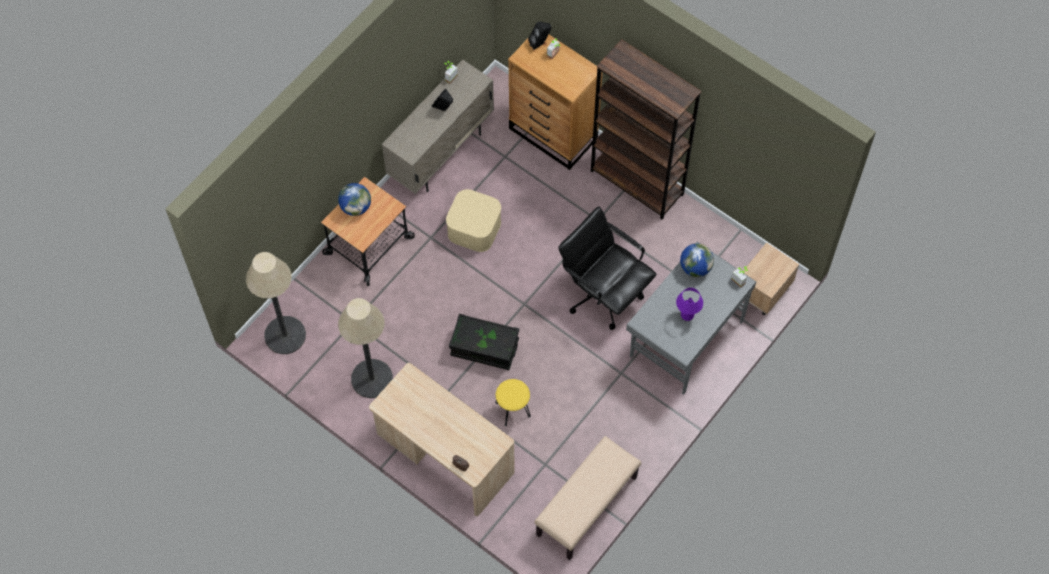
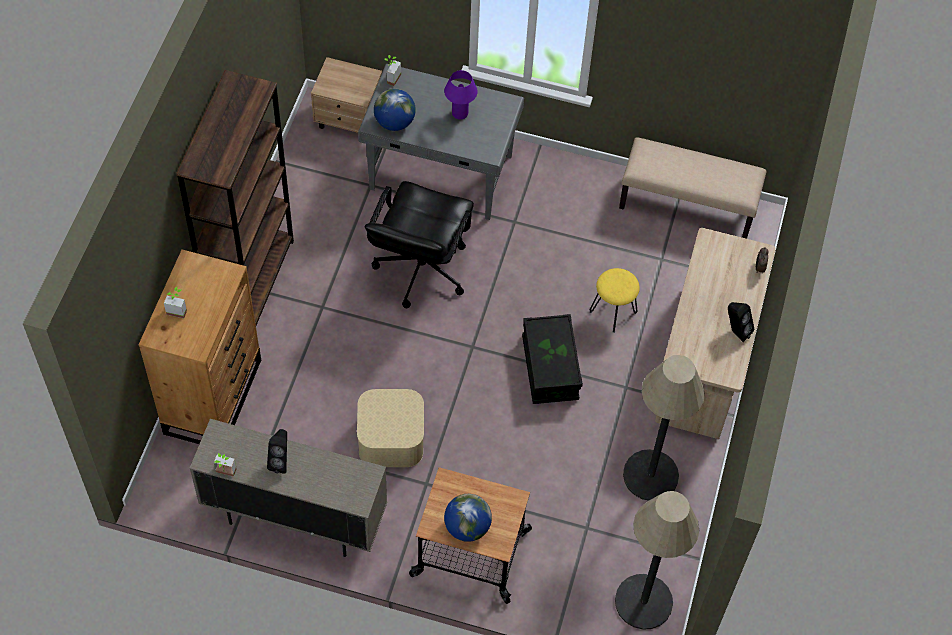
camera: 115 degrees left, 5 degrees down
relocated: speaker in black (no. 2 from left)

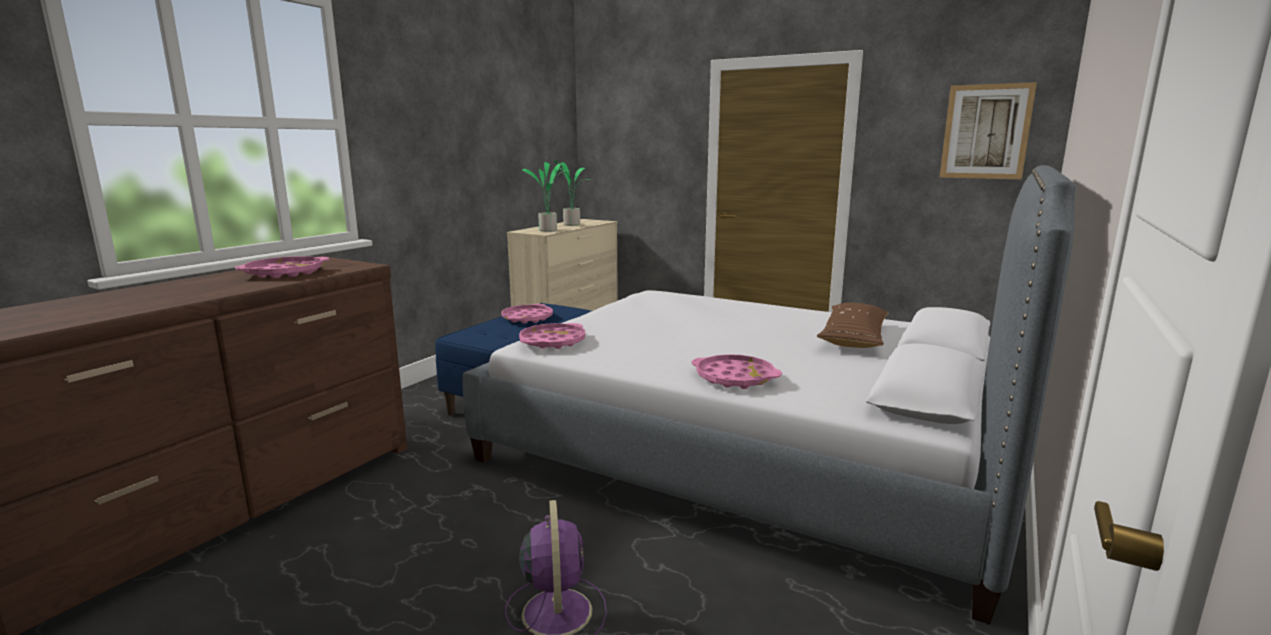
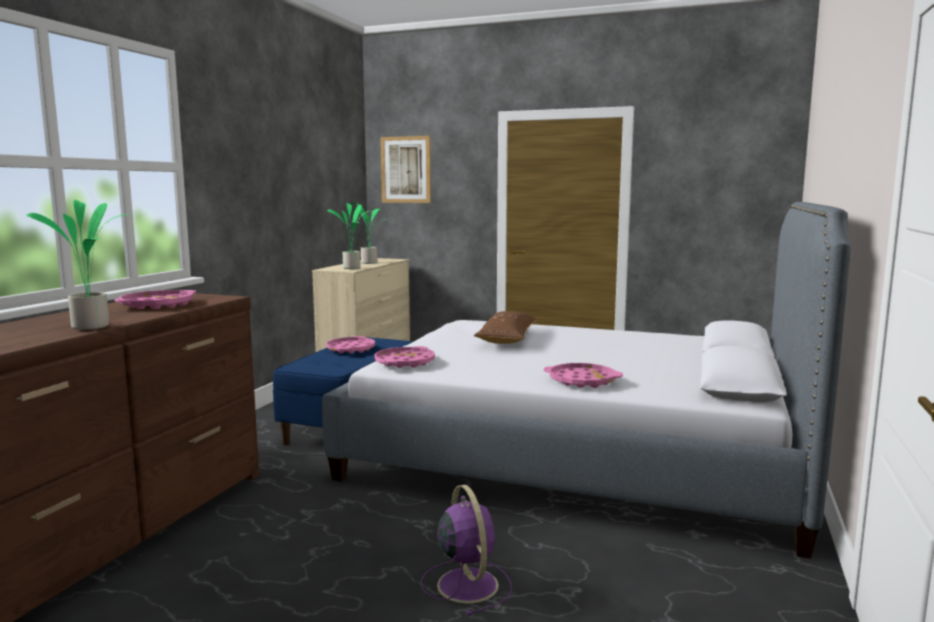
camera: 10 degrees left, 5 degrees down
appeared: potted plant (no. 1 from left)
relocated: pillow in brown; picture

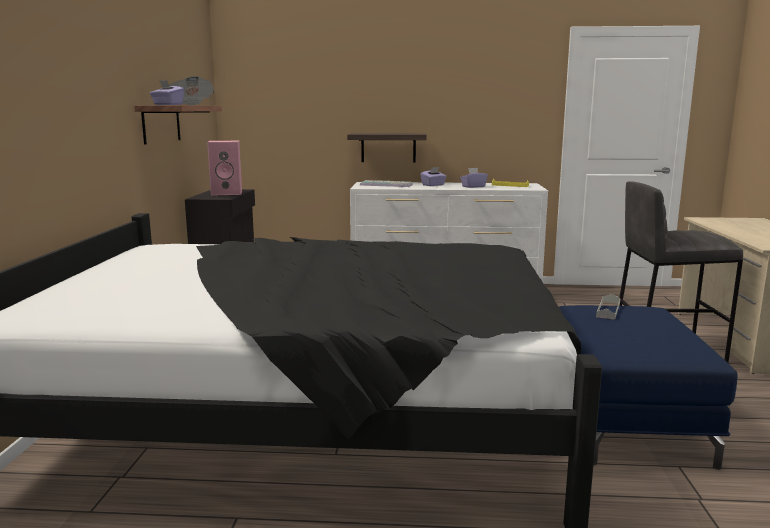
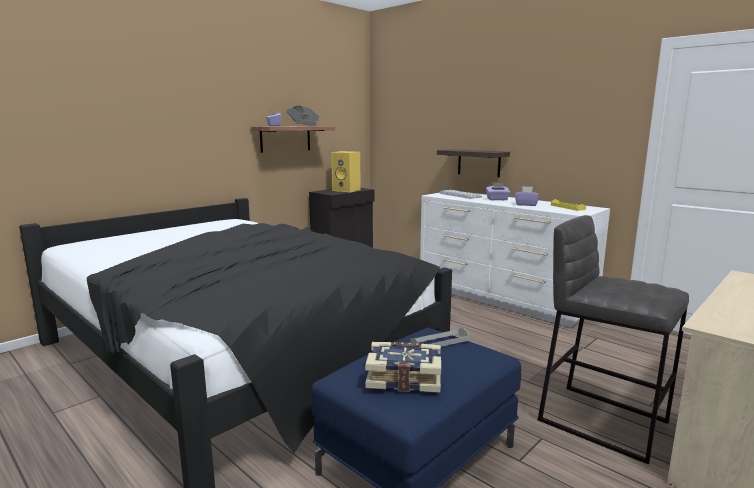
camera: 40 degrees right, 0 degrees up
appeared: book
colour: speaker in pink to speaker in yellow

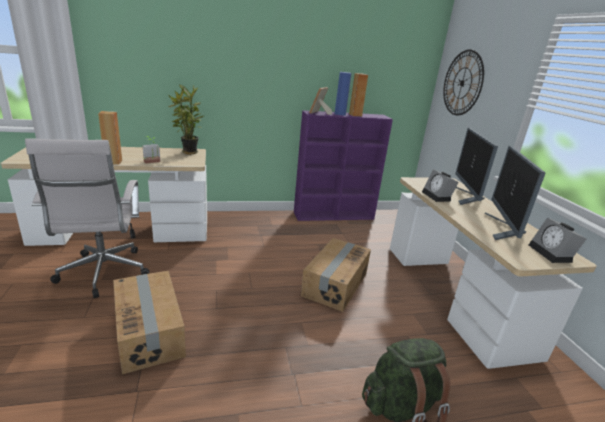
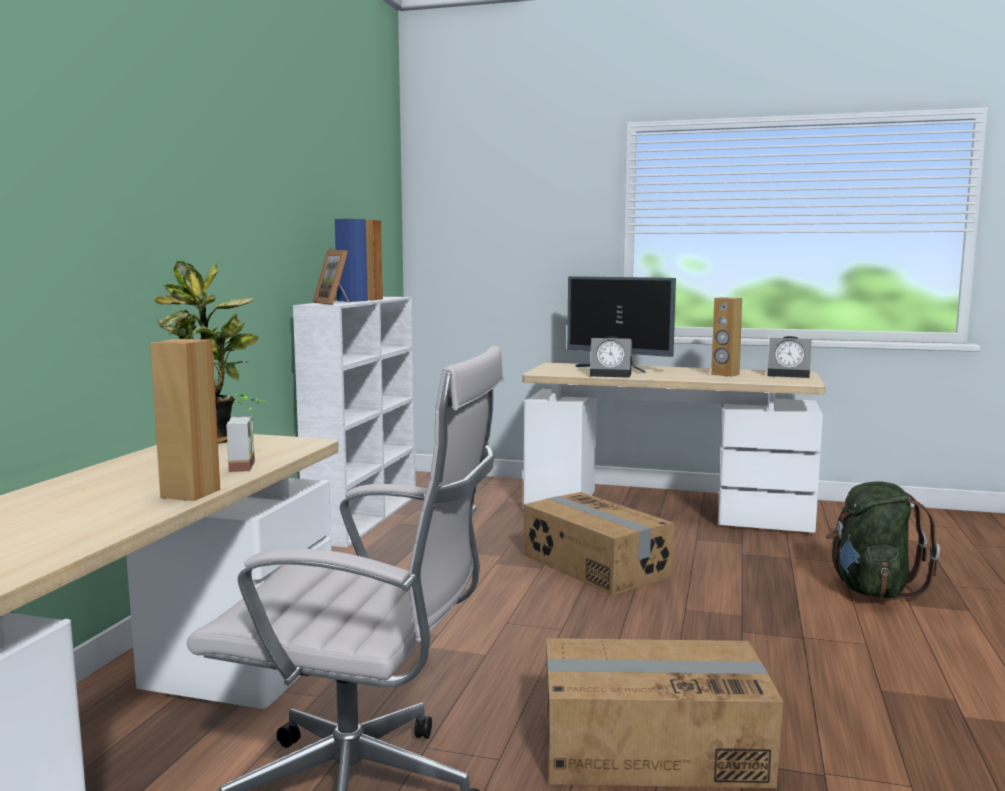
camera: 60 degrees left, 15 degrees down
missing: wall clock
exchanged: monitor (no. 2 from left) to speaker in brown (no. 3 from left)
colour: bookcase in purple to bookcase in white

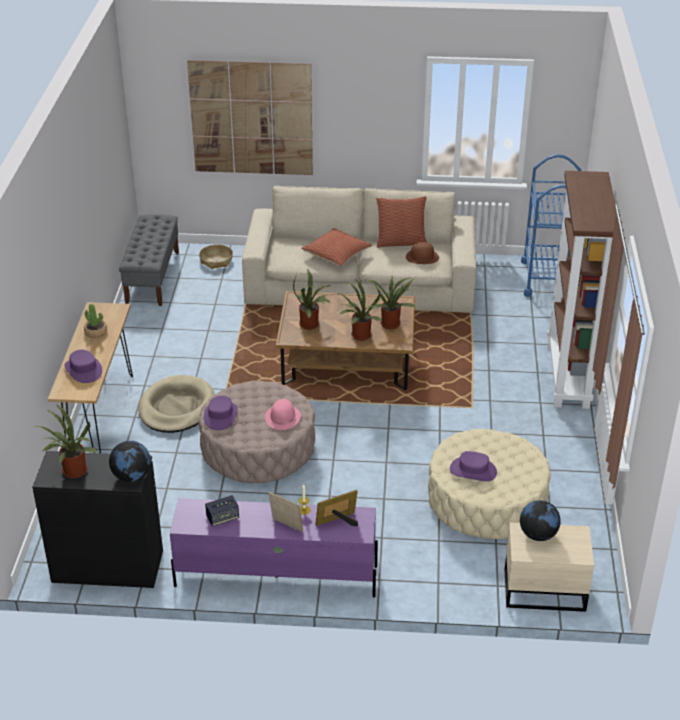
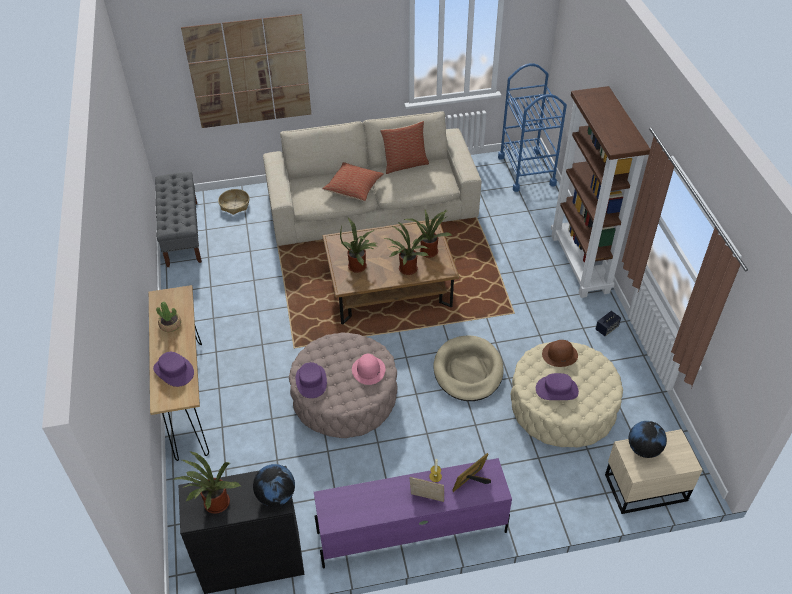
camera: 15 degrees left, 10 degrees up
relocated: dog bed in beige; speaker; hat in brown

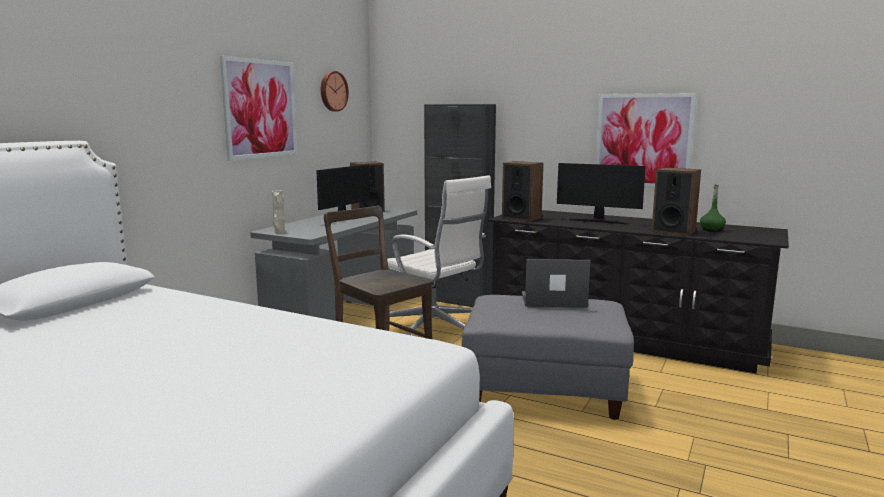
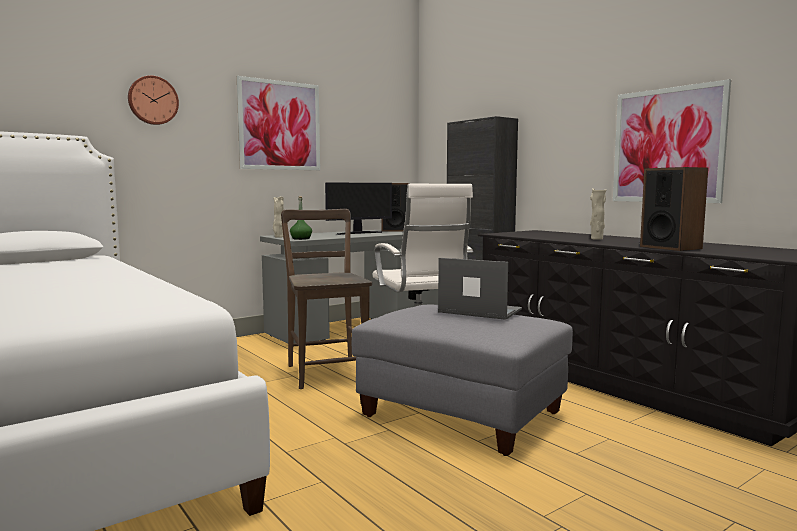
camera: 25 degrees right, 5 degrees down
missing: speaker (no. 2 from left)
relocated: wall clock; bottle in green
exchanged: monitor (no. 2 from left) to vase in beige (no. 2 from left)

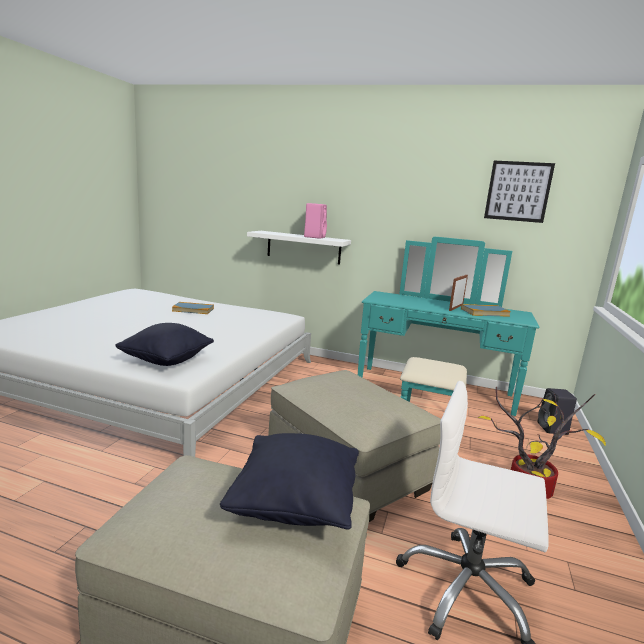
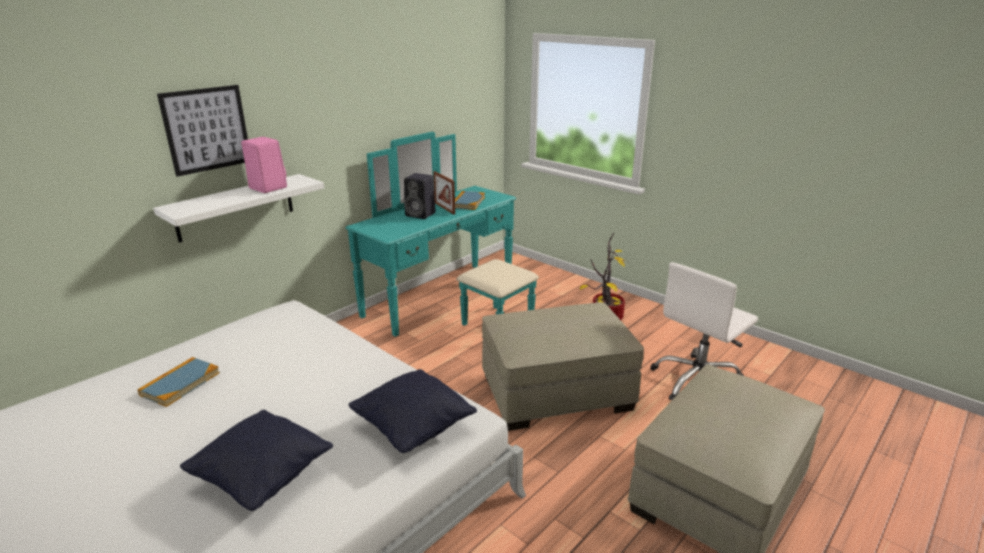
camera: 65 degrees left, 10 degrees up
relocated: pillow in black (no. 2 from left in the first image) to pillow in black (no. 1 from left); picture; speaker in black

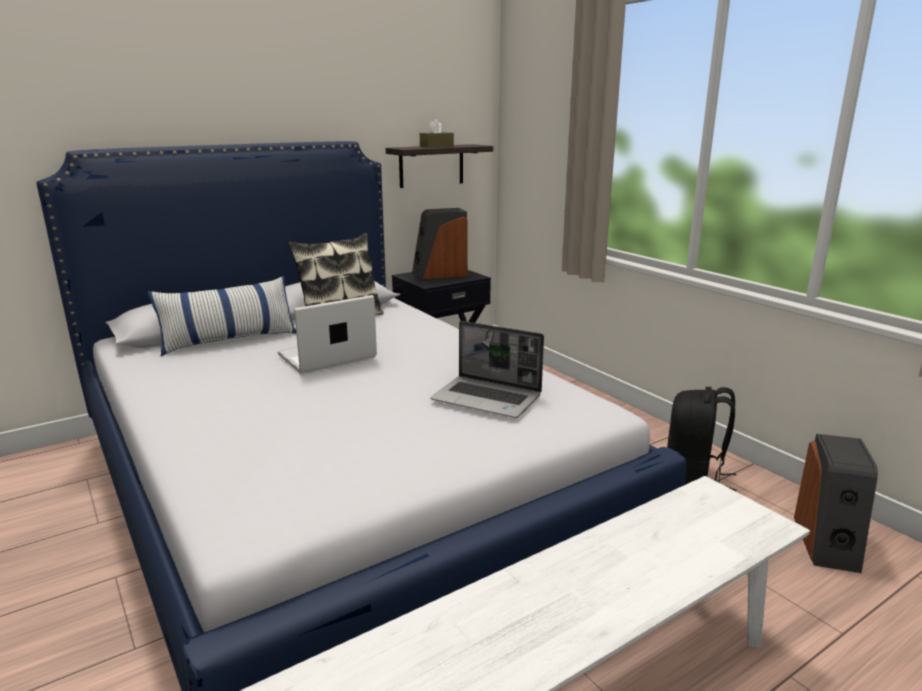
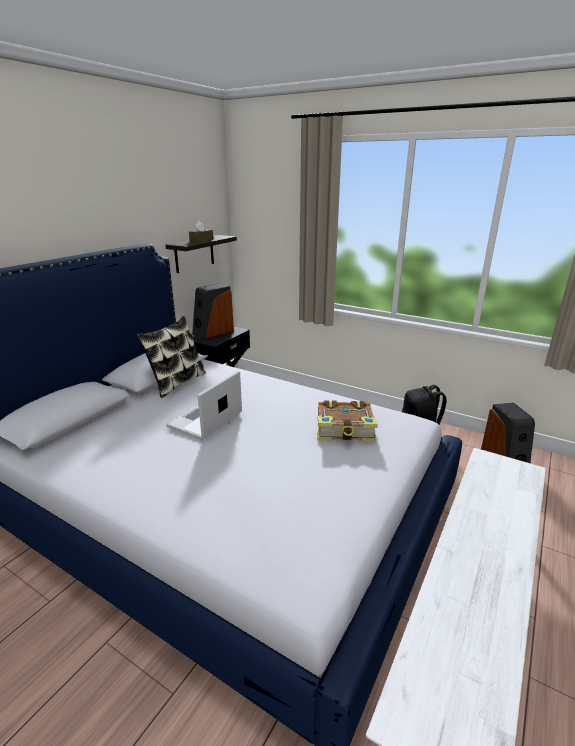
camera: 25 degrees left, 5 degrees up
missing: pillow (no. 1 from left)
exchanged: laptop (no. 2 from left) to book

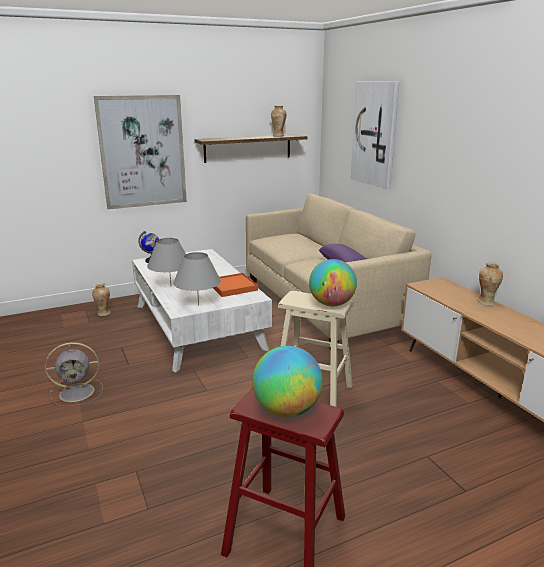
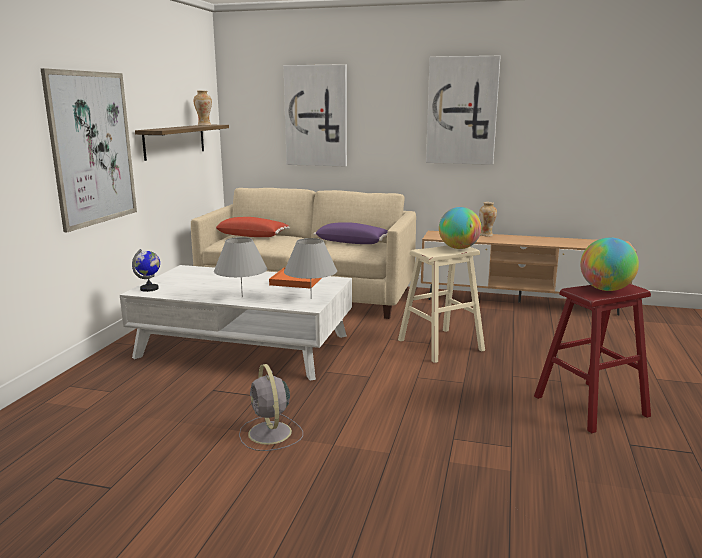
camera: 50 degrees left, 5 degrees down
missing: vase (no. 1 from left)
appeared: pillow in red; picture (no. 3 from left)
spun: fan in grey 135 degrees clockwise

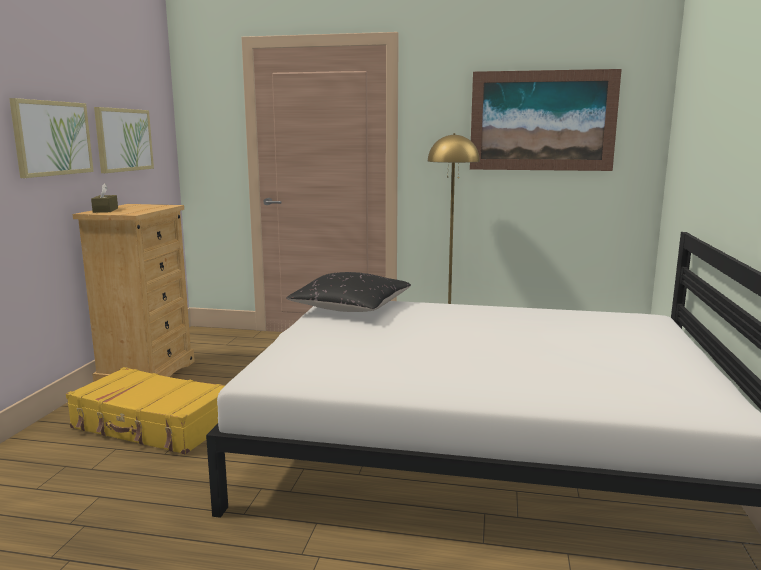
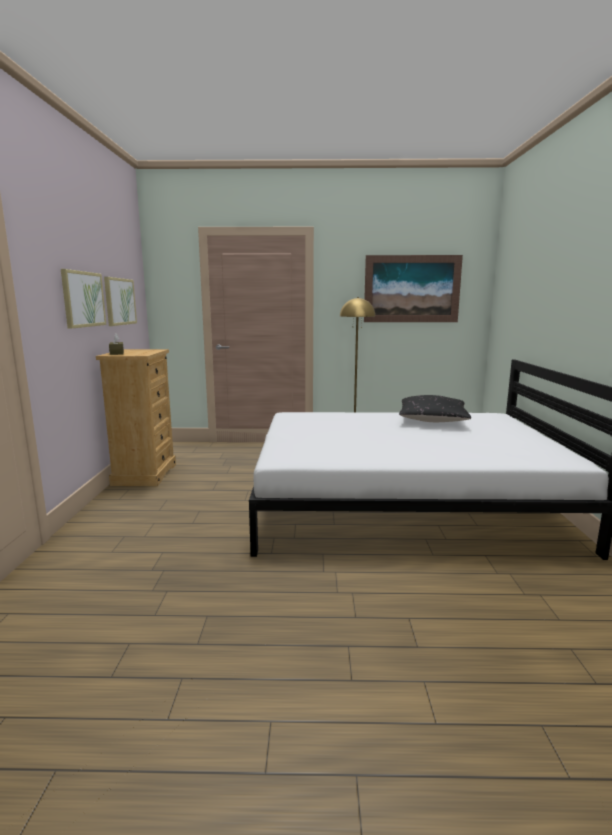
camera: 10 degrees left, 0 degrees up
missing: suitcase in yellow
relocated: pillow in black

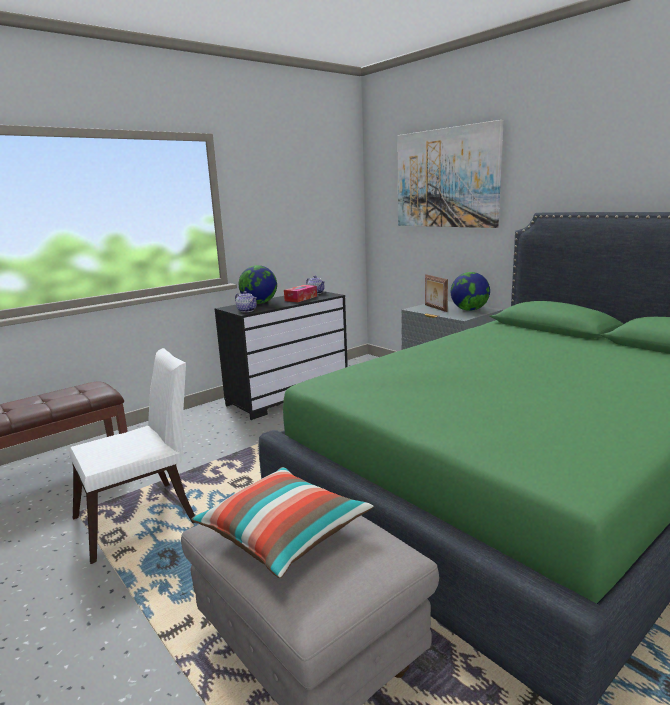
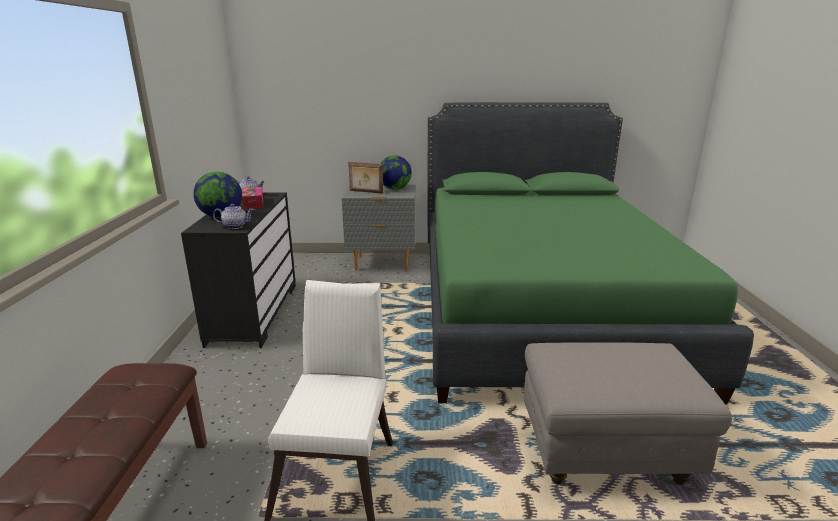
camera: 50 degrees left, 5 degrees up
missing: pillow; picture

